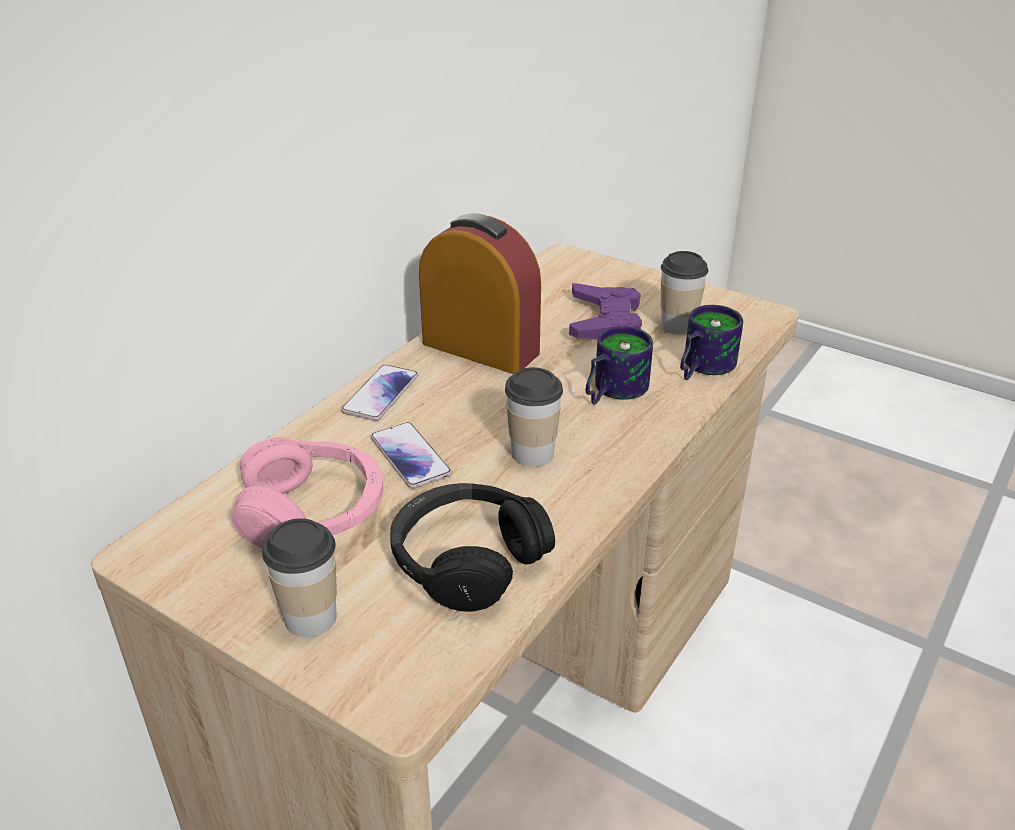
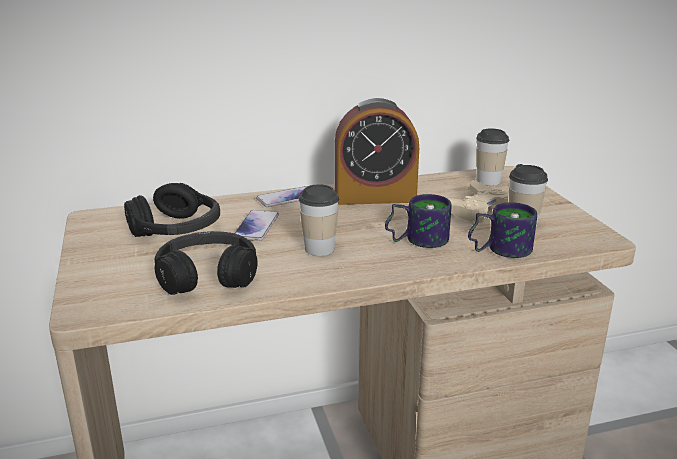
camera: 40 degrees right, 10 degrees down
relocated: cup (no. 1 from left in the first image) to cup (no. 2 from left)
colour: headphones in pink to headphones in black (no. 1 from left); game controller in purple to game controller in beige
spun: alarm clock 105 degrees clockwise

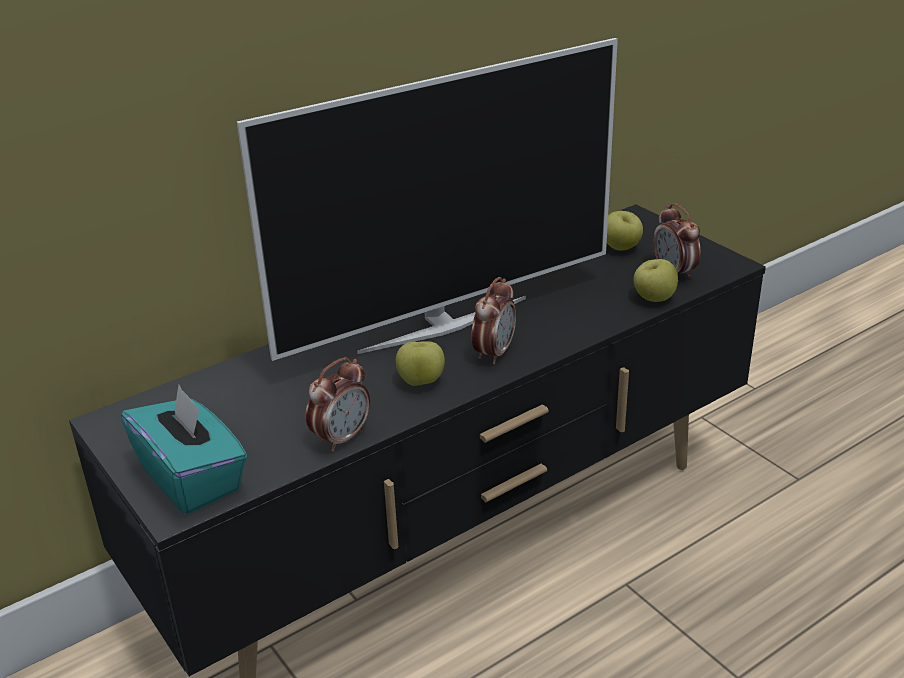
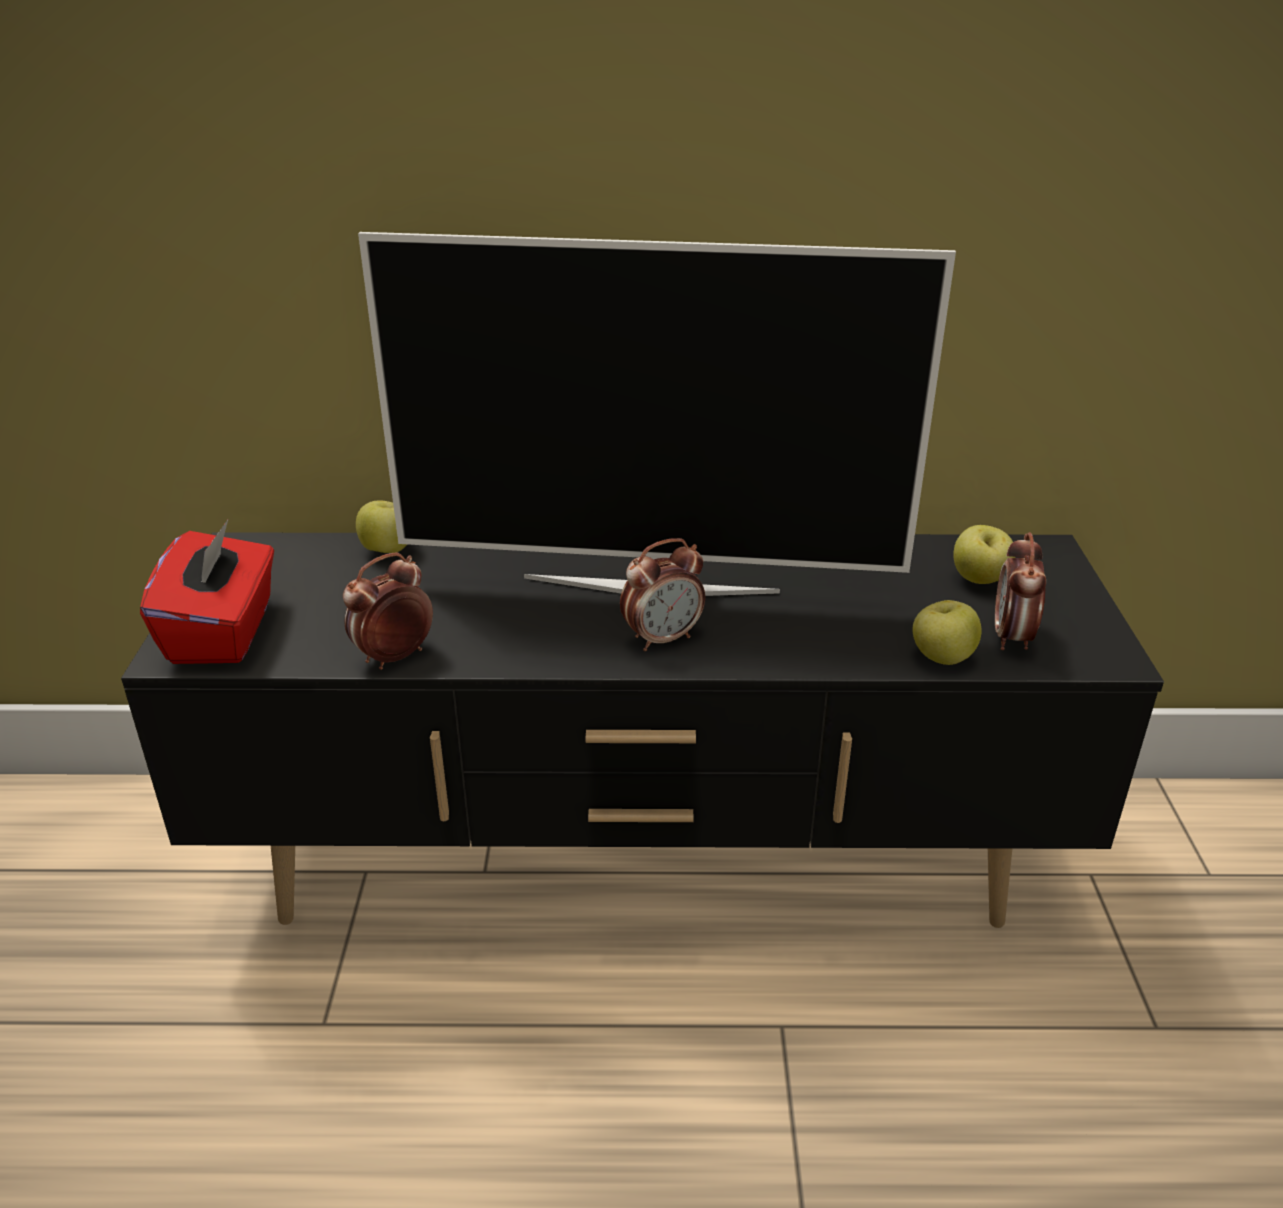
camera: 35 degrees right, 0 degrees up
relocated: apple (no. 1 from left)
colour: tissue box in turquoise to tissue box in red
spun: alarm clock (no. 1 from left) 150 degrees clockwise

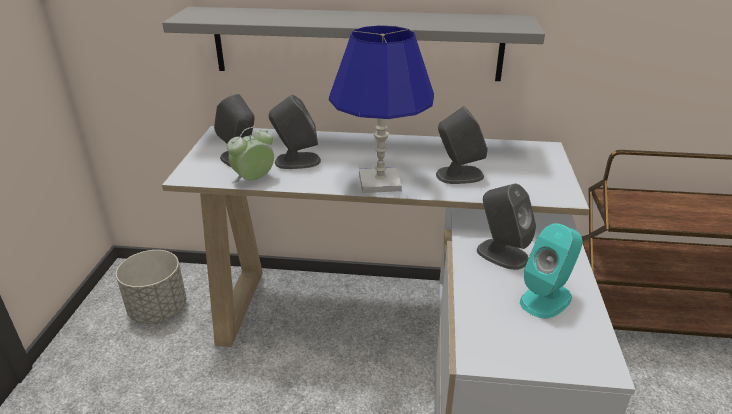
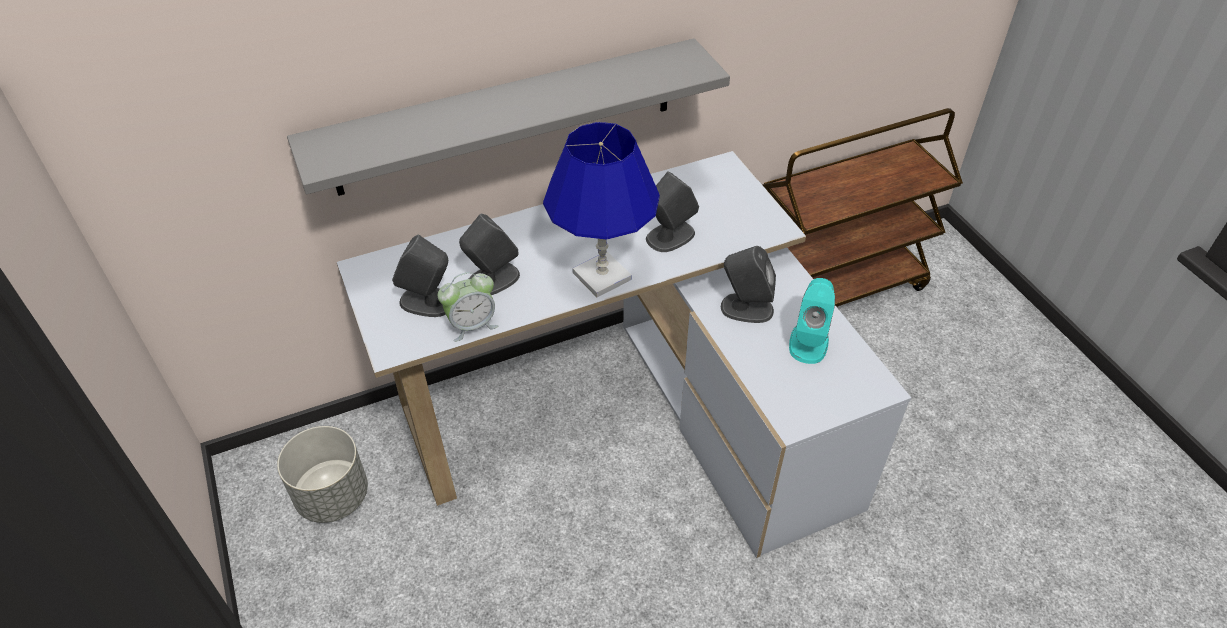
camera: 30 degrees left, 15 degrees up
spun: alarm clock 135 degrees counterclockwise

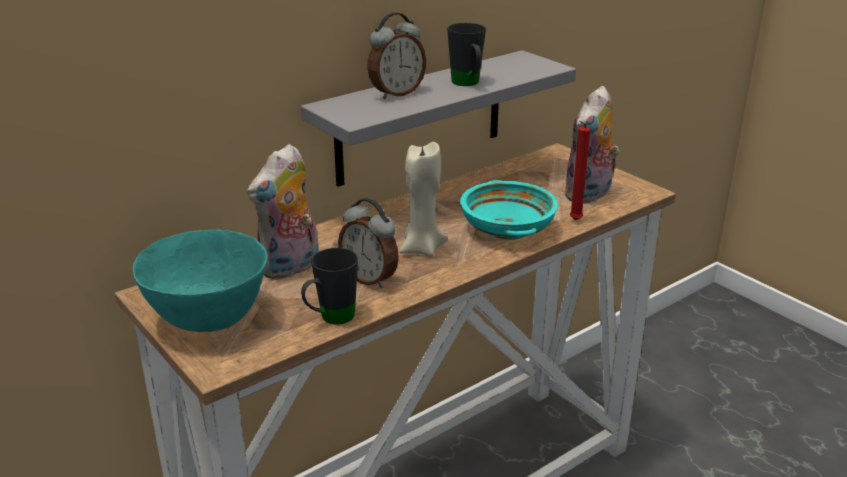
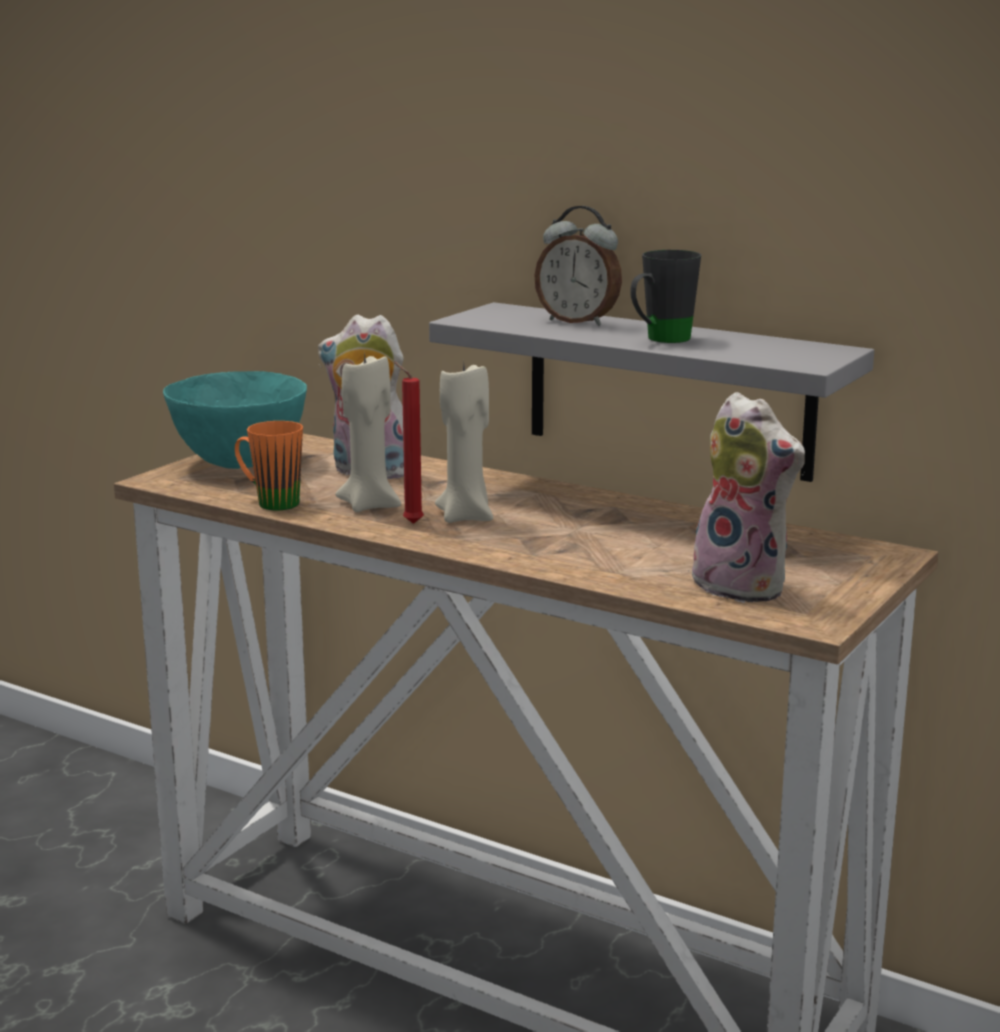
camera: 70 degrees right, 10 degrees down
missing: bowl in turquoise (no. 2 from left)
relocated: candle in red
exchanged: alarm clock (no. 1 from left) to candle in beige (no. 1 from left)
colour: mug in black (no. 1 from left) to mug in orange
spun: plush toy (no. 2 from left) 150 degrees counterclockwise

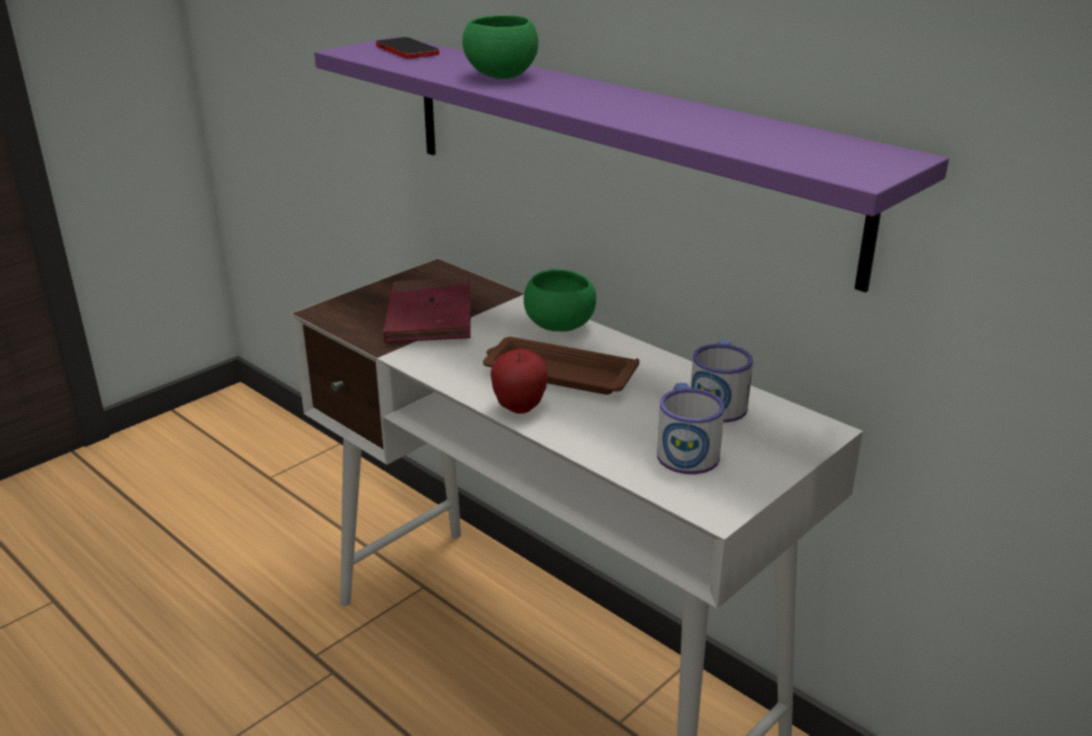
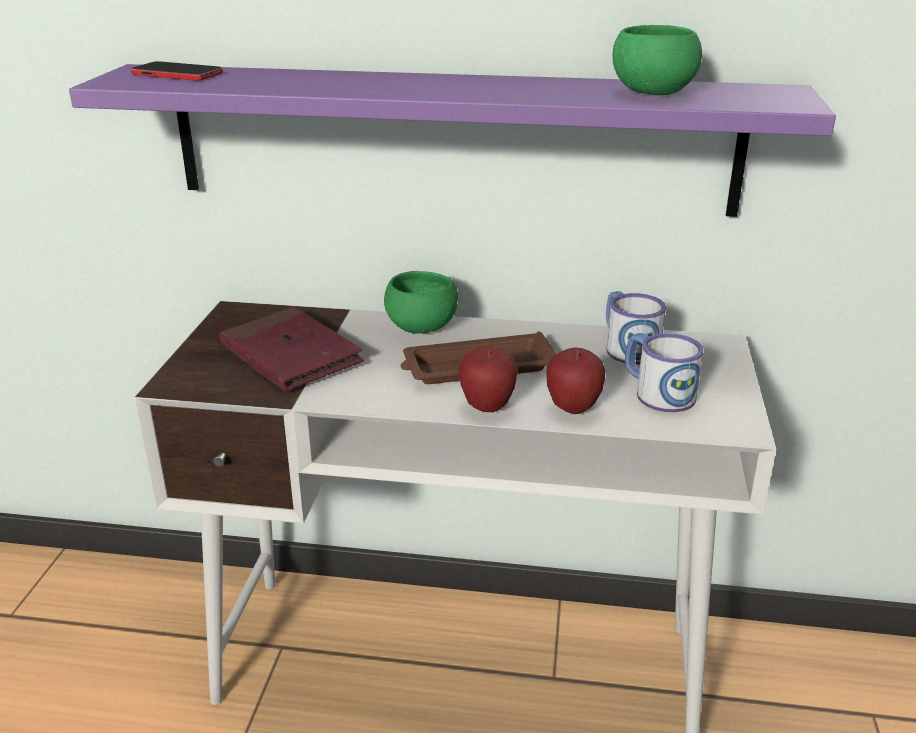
camera: 35 degrees left, 0 degrees up
appeared: apple (no. 2 from left)
relocated: bowl in green (no. 1 from left in the first image) to bowl in green (no. 2 from left)

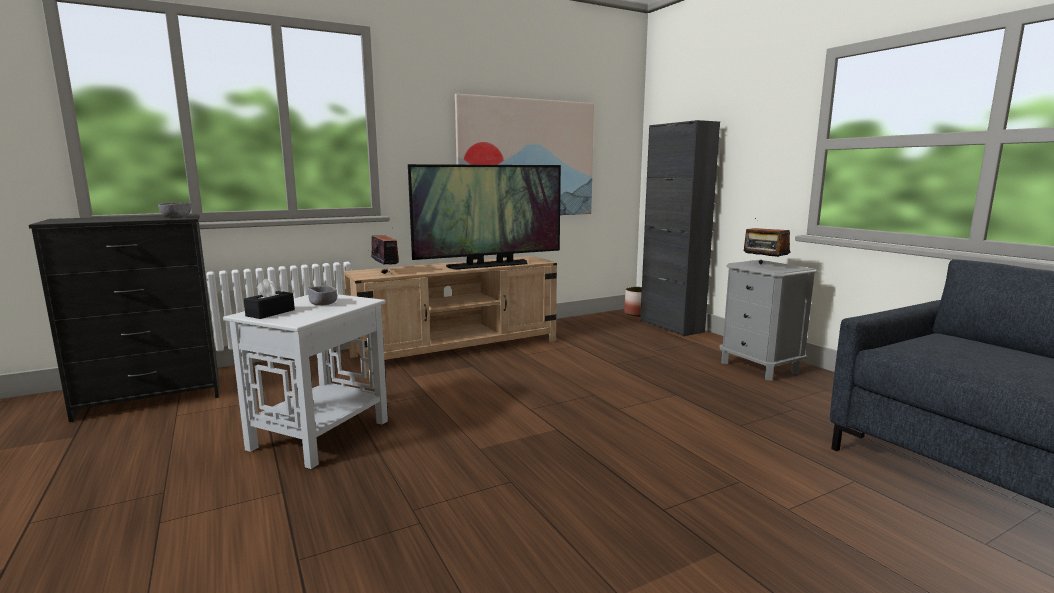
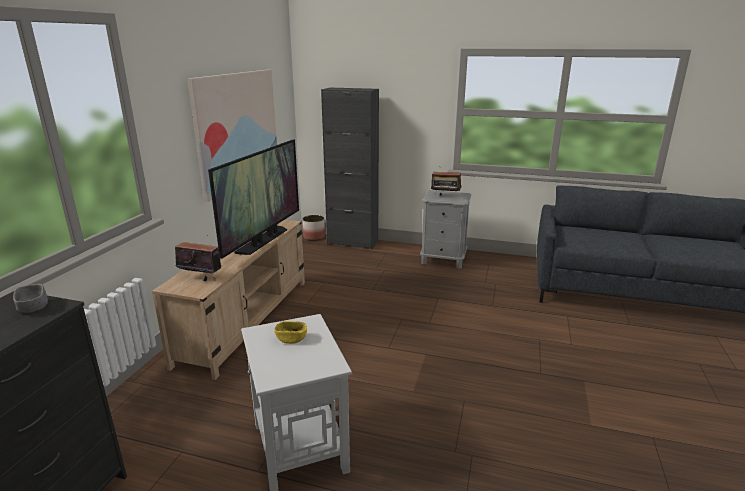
camera: 45 degrees left, 10 degrees up
missing: tissue box in black
colour: bowl in grey (no. 2 from left) to bowl in yellow

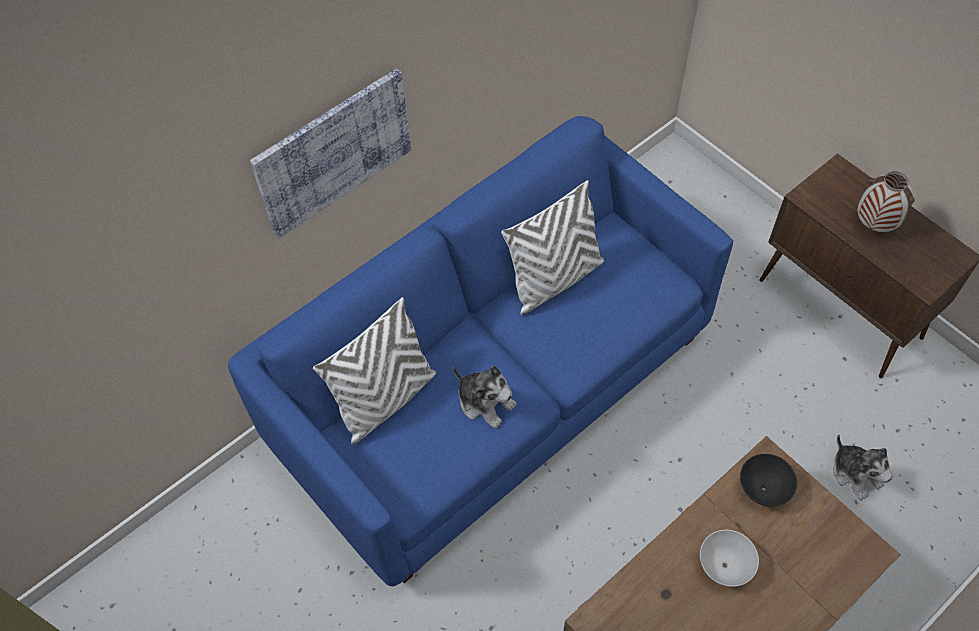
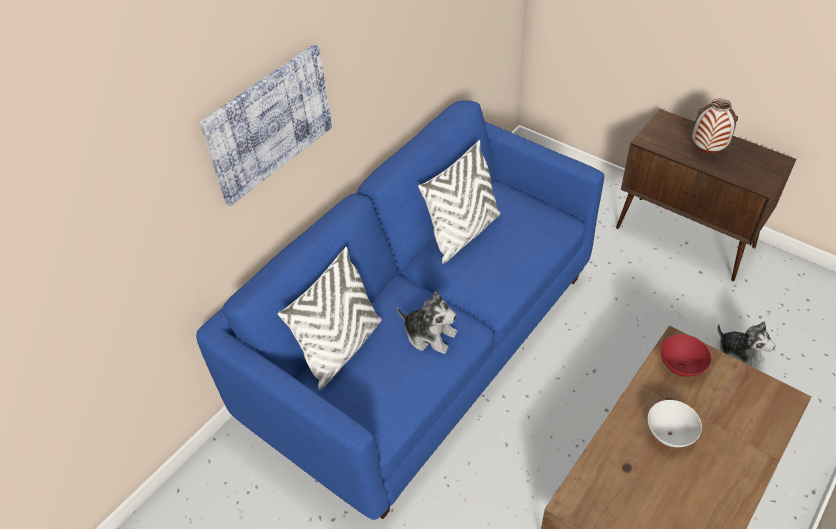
camera: 10 degrees left, 10 degrees down
colour: bowl in black to bowl in red

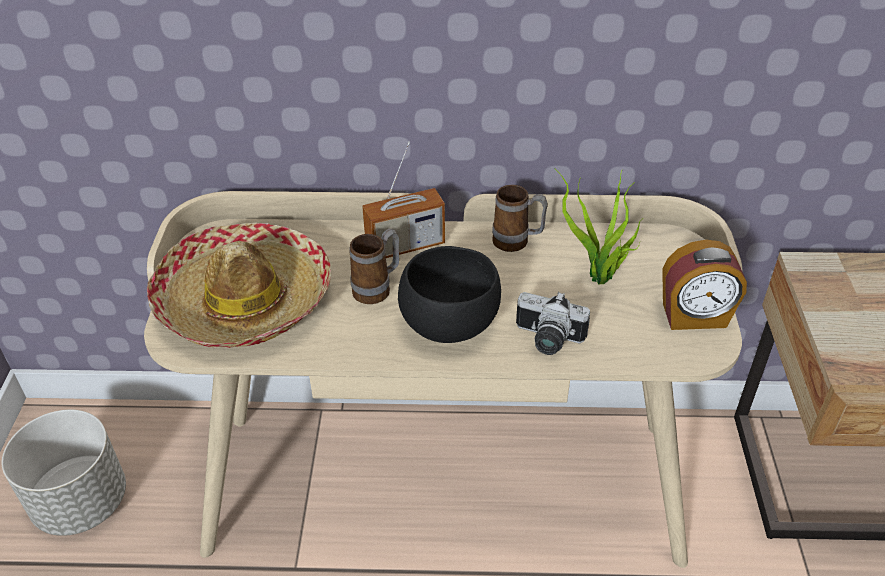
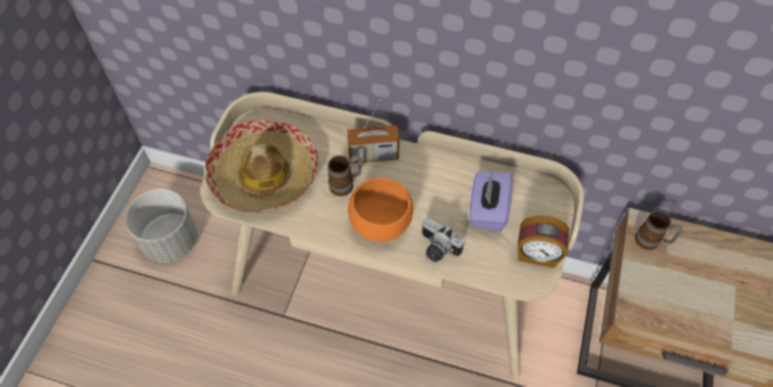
camera: 15 degrees right, 15 degrees up
relocated: mug (no. 2 from left)
exchanged: potted plant to tissue box in purple
colour: bowl in black to bowl in orange

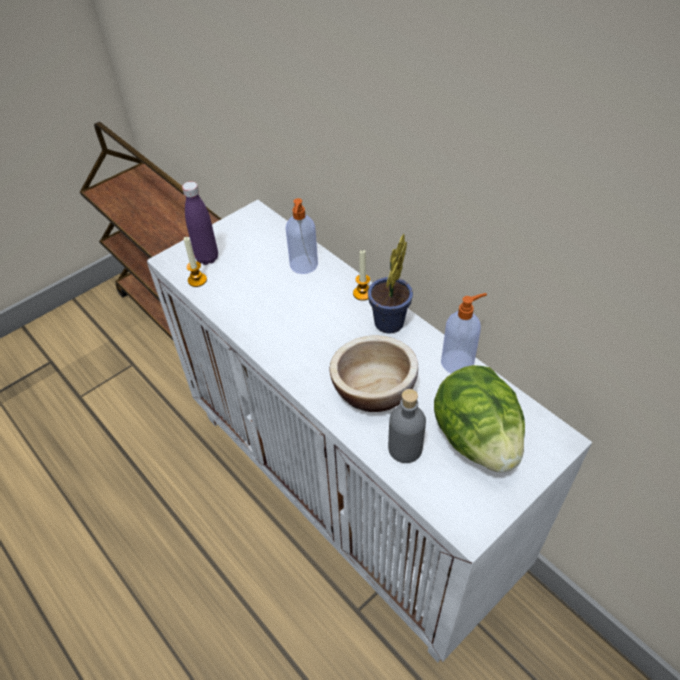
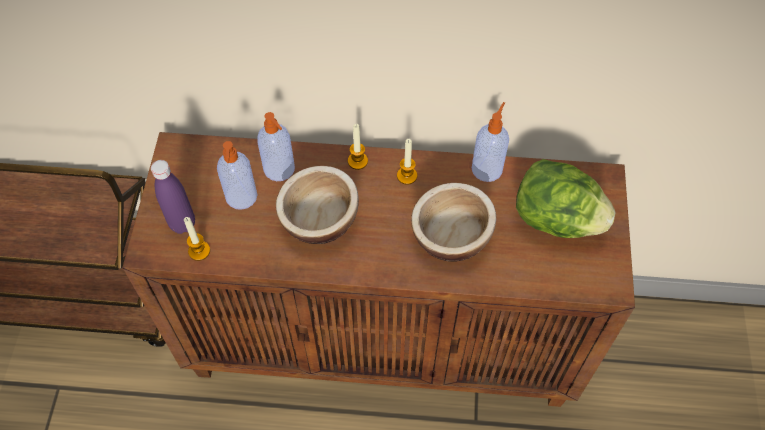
camera: 45 degrees left, 10 degrees up
missing: bottle in grey
appeared: soap dispenser (no. 1 from left); bowl (no. 1 from left)
exchanged: potted plant to candle (no. 3 from left)
colour: cabinet in white to cabinet in brown

